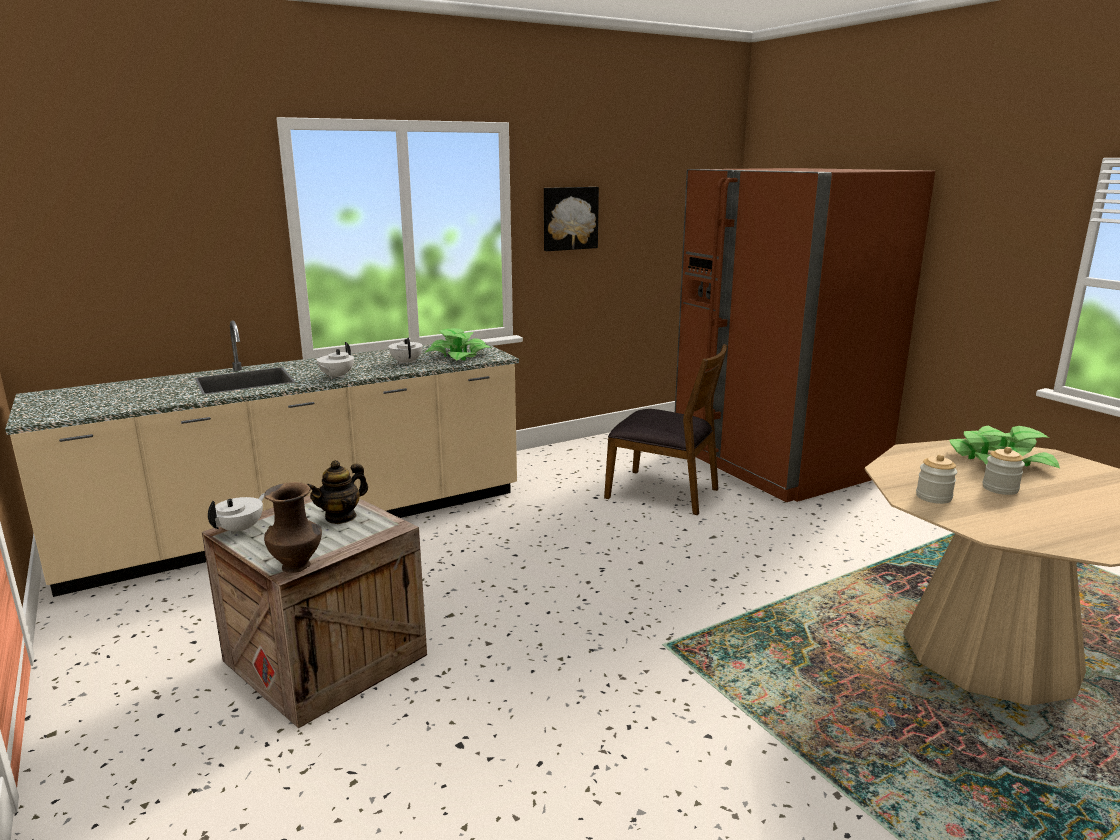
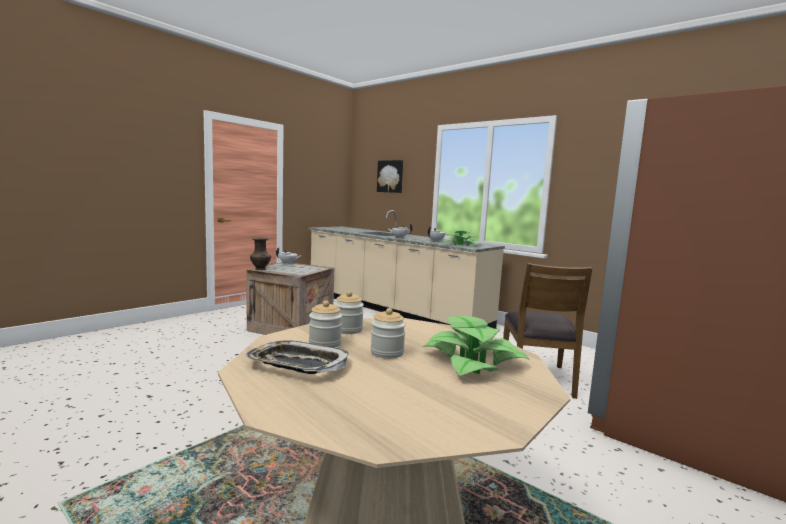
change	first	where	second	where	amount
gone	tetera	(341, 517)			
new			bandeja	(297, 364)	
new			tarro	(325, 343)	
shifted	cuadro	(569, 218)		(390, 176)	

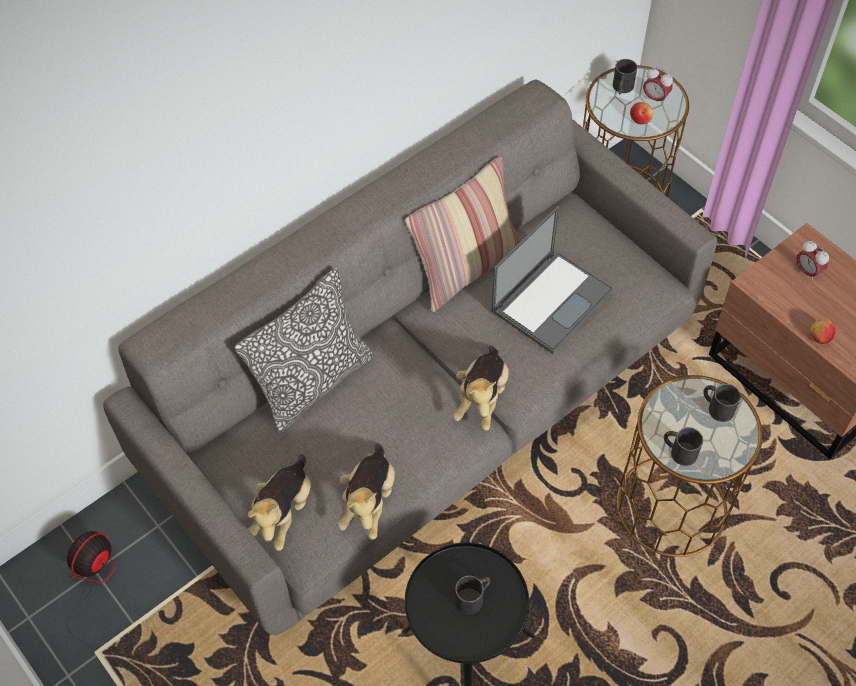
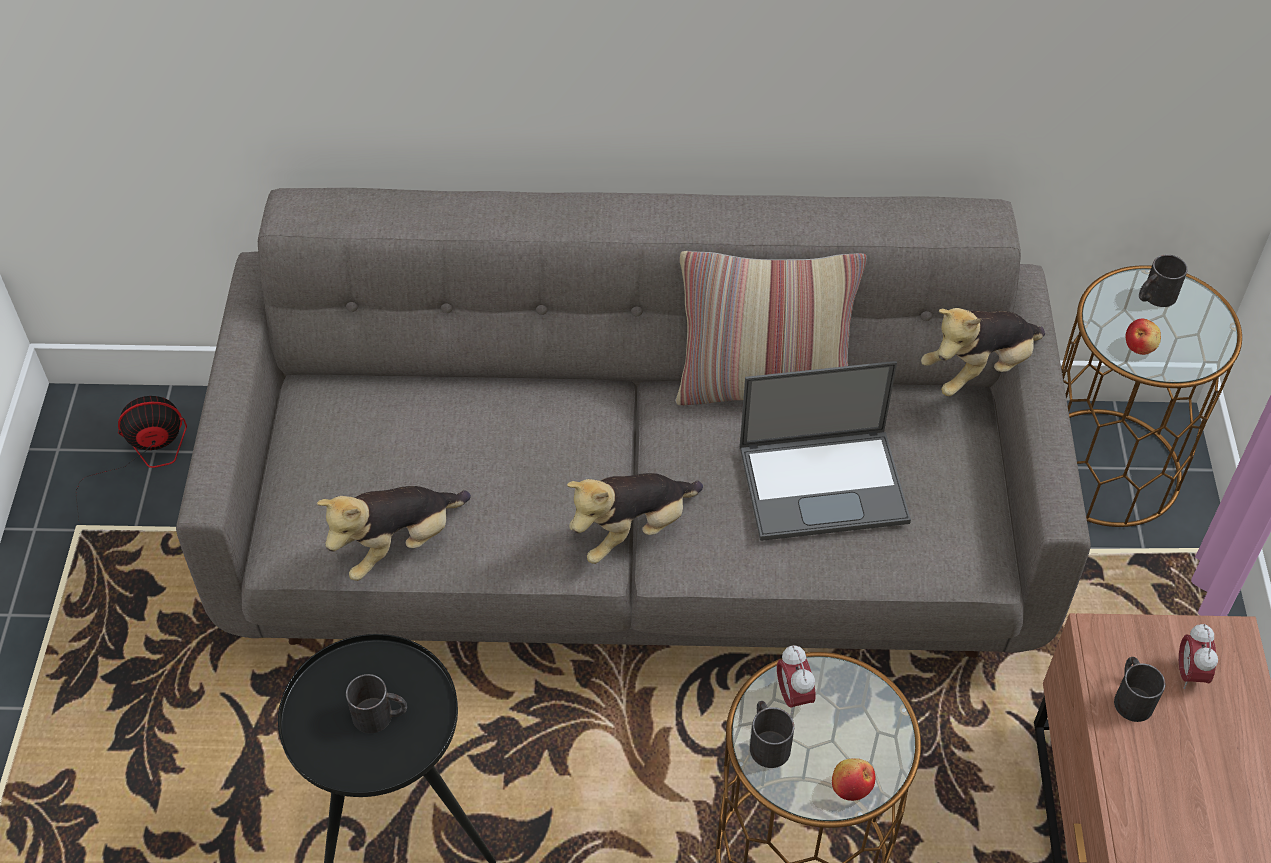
change	first	where	second	where	amount
gone	cojín	(313, 384)			
shifted	peluche	(283, 512)		(978, 370)	
shifted	despertador	(655, 98)		(793, 696)	
shifted	taza grande [negro]	(716, 407)		(1131, 696)	
shifted	manzana	(820, 336)		(851, 786)	

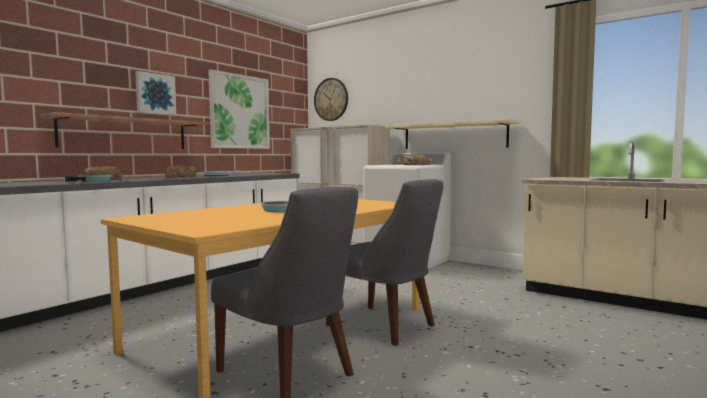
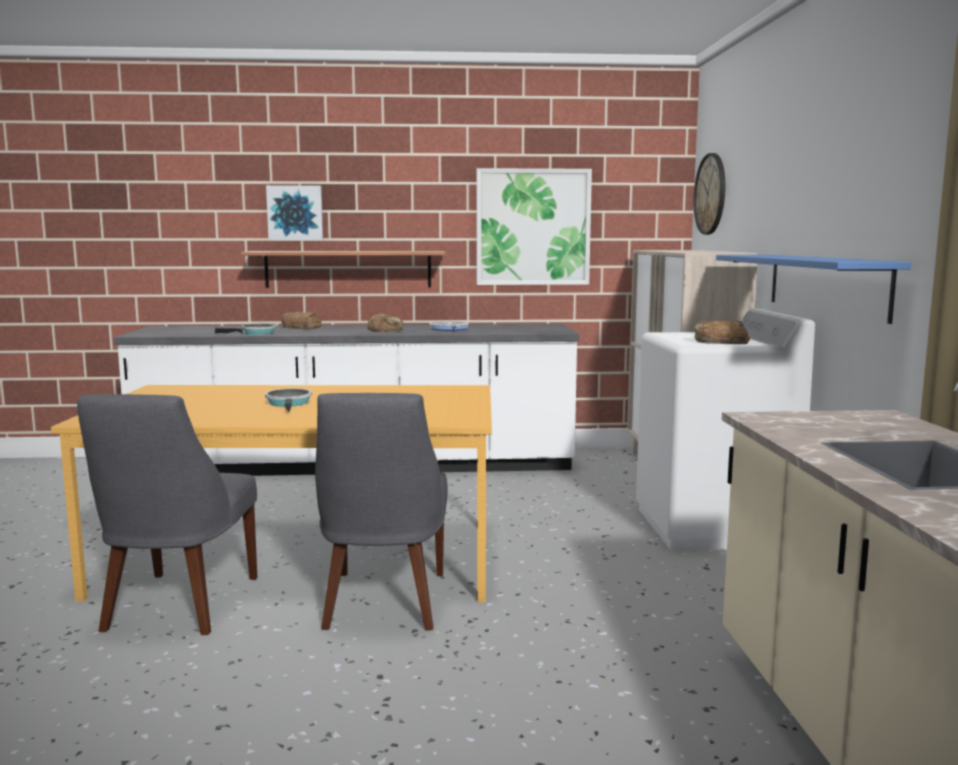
change	first	where	second	where	amount
shifted	cuadro	(155, 94)		(295, 213)	
repainted	estante [beis]	(454, 136)	estante [azul]	(825, 284)	

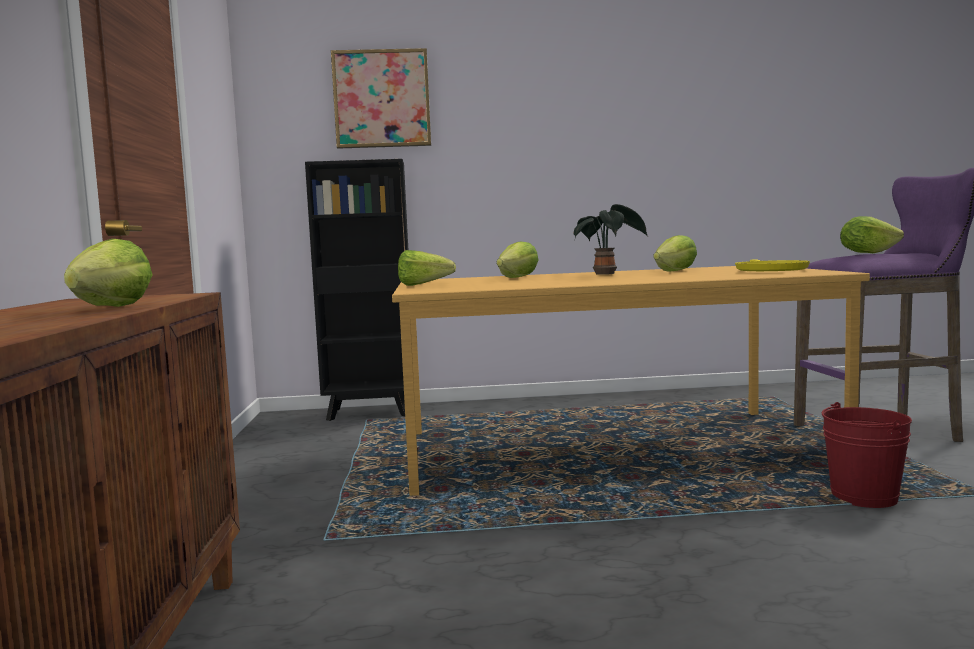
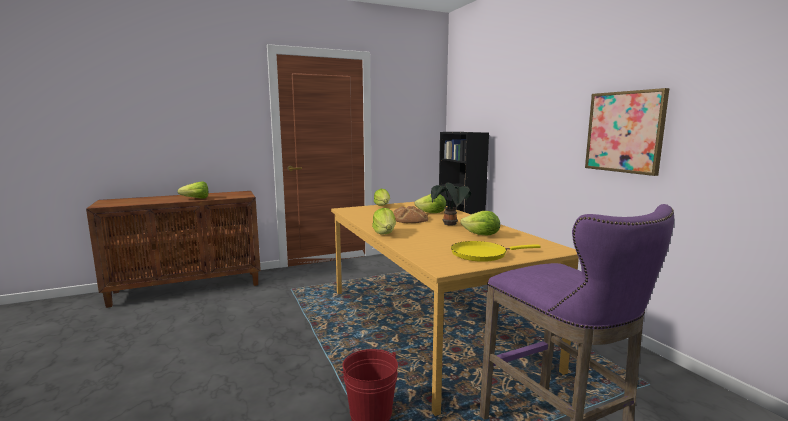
change	first	where	second	where	amount
new			pan	(409, 219)	
shifted	cuadro	(381, 99)		(624, 132)	
shifted	lechuga	(867, 253)		(385, 233)	

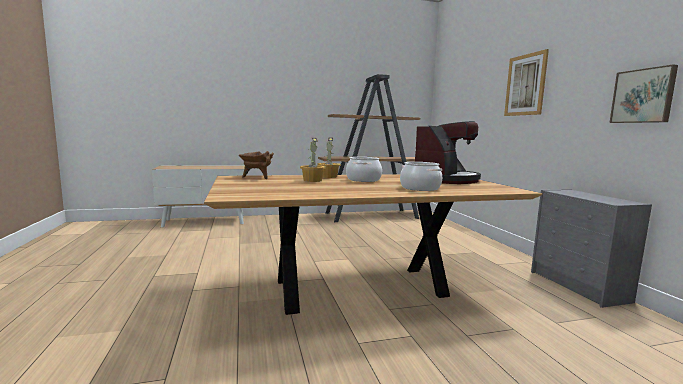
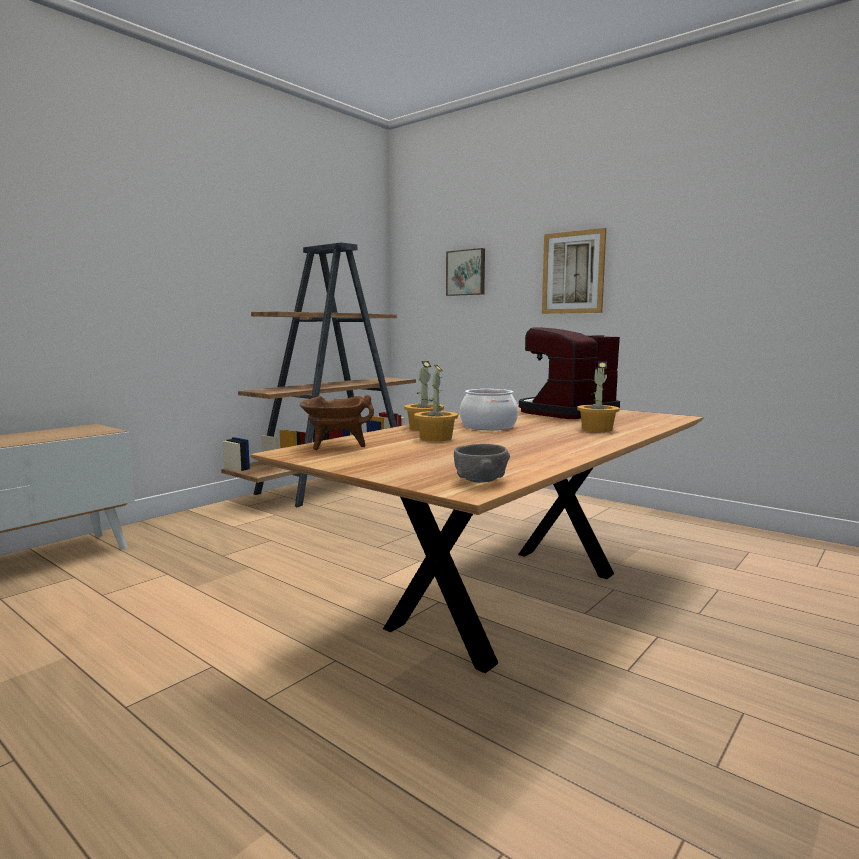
change	first	where	second	where	amount
gone	cómoda [gris]	(579, 286)			
new			cuenco [gris]	(480, 481)	
shifted	cuadro	(643, 96)		(466, 272)	
swapped	olla	(420, 188)	planta en maceta	(597, 429)	
rotated	cafetera	(446, 180)		(565, 412)	135 degrees counterclockwise

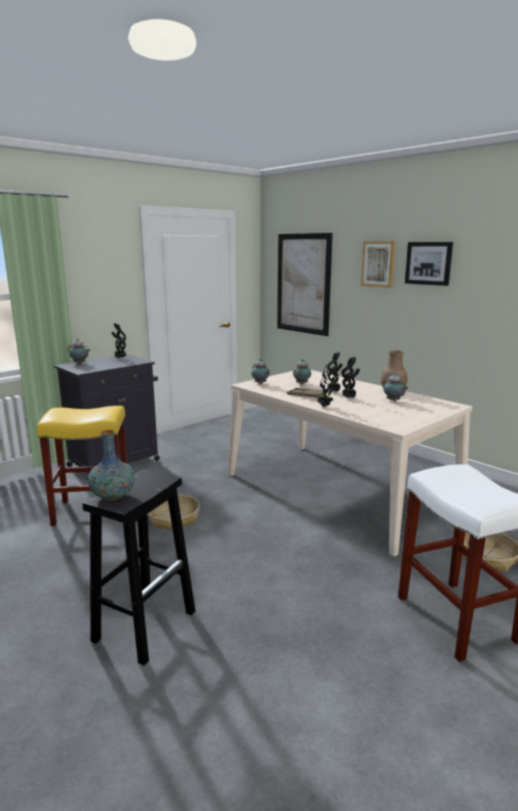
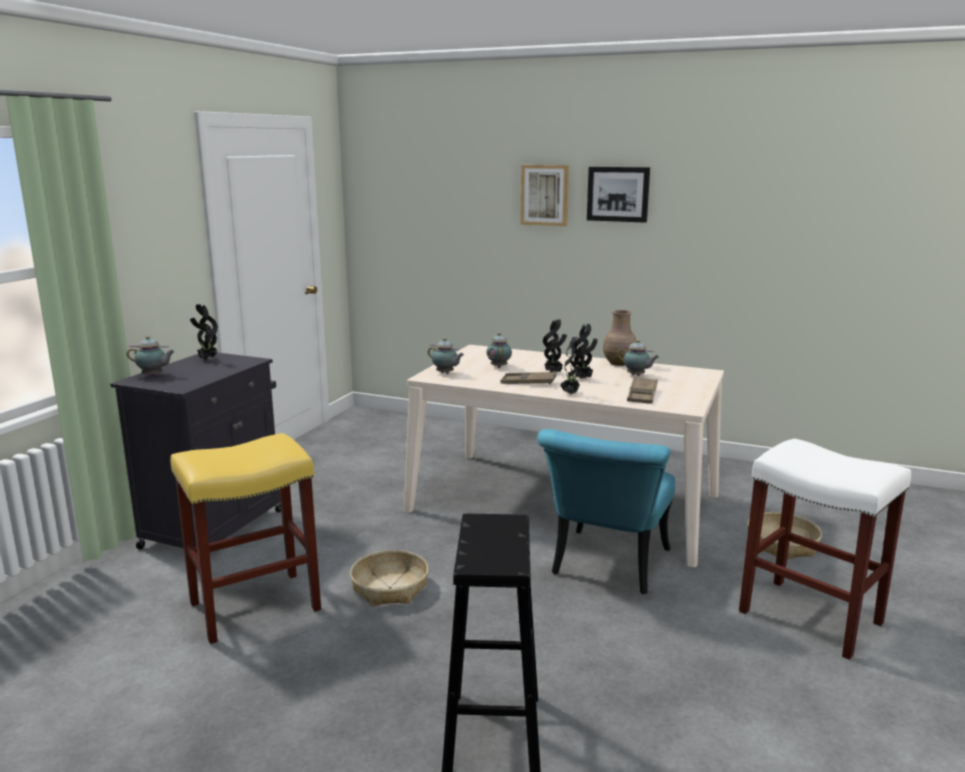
change	first	where	second	where	amount
gone	florero	(113, 496)			
gone	cuadro	(303, 283)			
new			silla [turquesa]	(607, 568)	
new			bandeja [marrón]	(642, 395)	

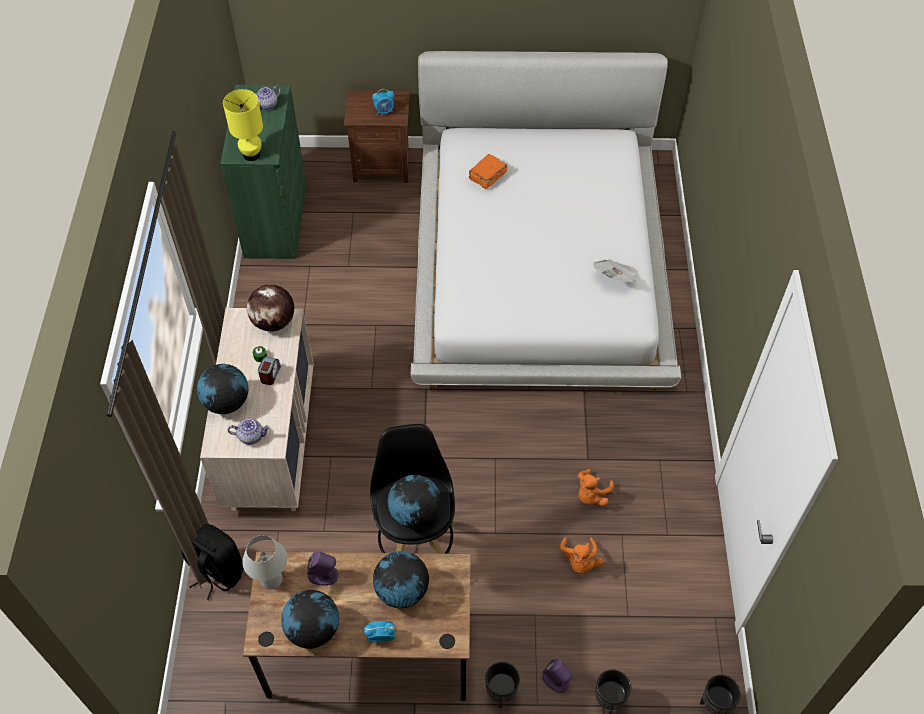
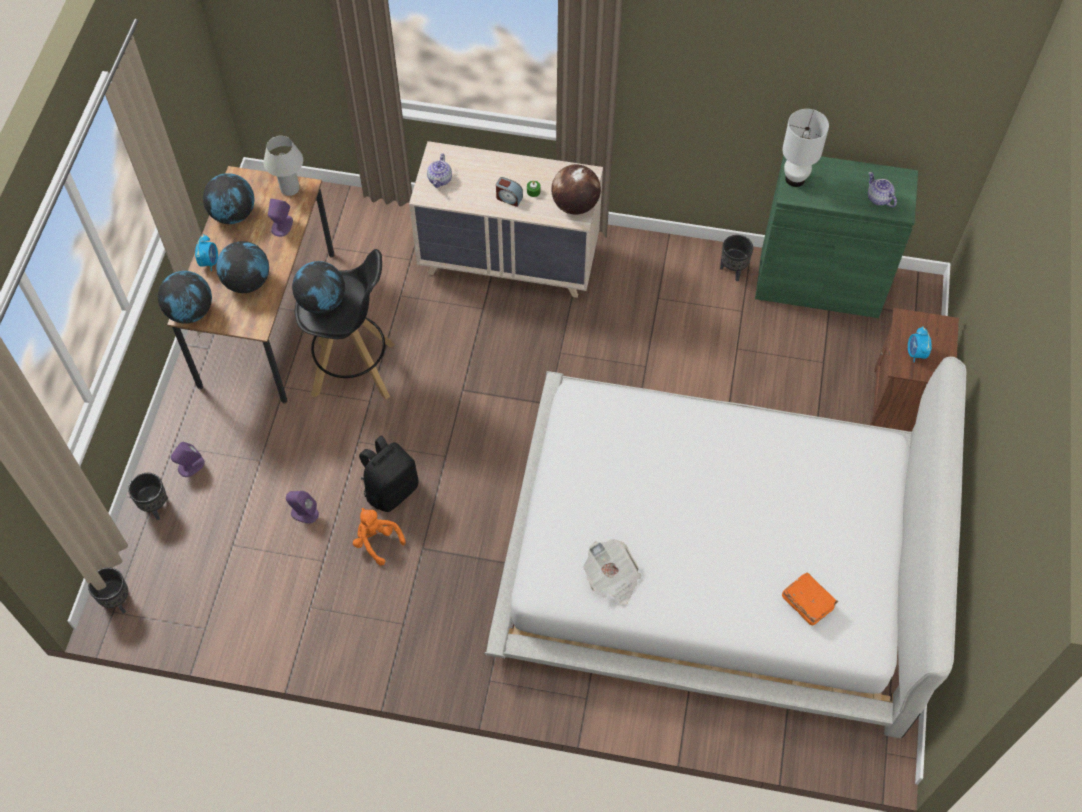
change	first	where	second	where	amount
shifted	mochila [negro]	(217, 572)		(391, 489)	
shifted	globo terráqueo	(227, 402)		(190, 311)	
shifted	libro [naranja]	(487, 176)		(807, 602)	
shifted	maceta [negro]	(501, 694)		(732, 270)	
swapped	peluche [naranja]	(580, 561)	altavoz [morado]	(304, 513)	
repainted	lámpara de mesa [amarillo]	(252, 155)	lámpara de mesa [blanco]	(795, 179)	

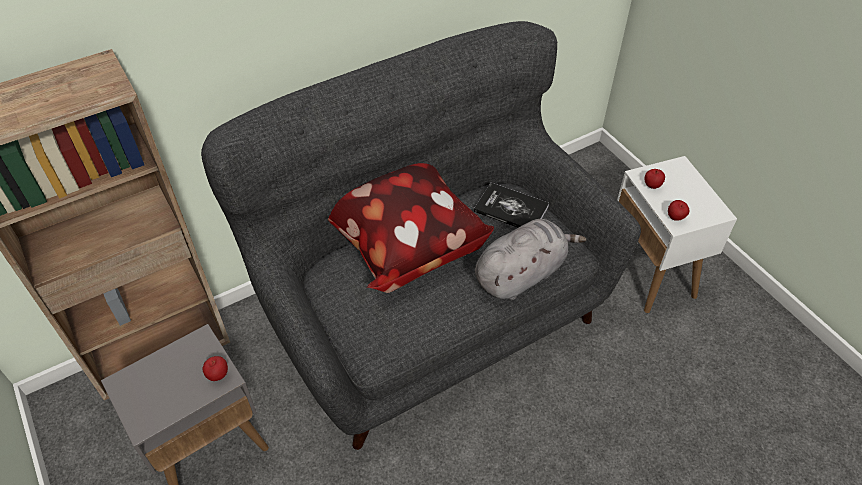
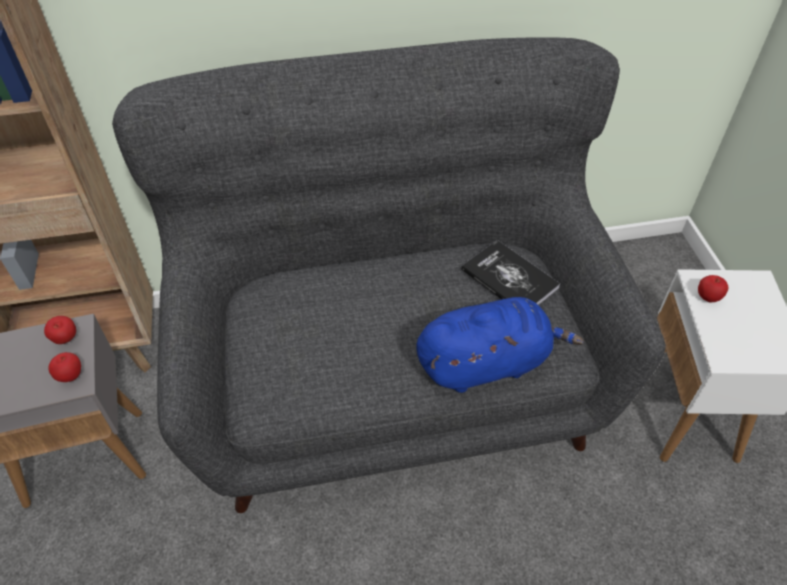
change	first	where	second	where	amount
gone	cojín	(403, 246)			
shifted	manzana	(675, 218)		(66, 340)	
repainted	peluche [gris]	(521, 274)	peluche [azul]	(487, 363)	

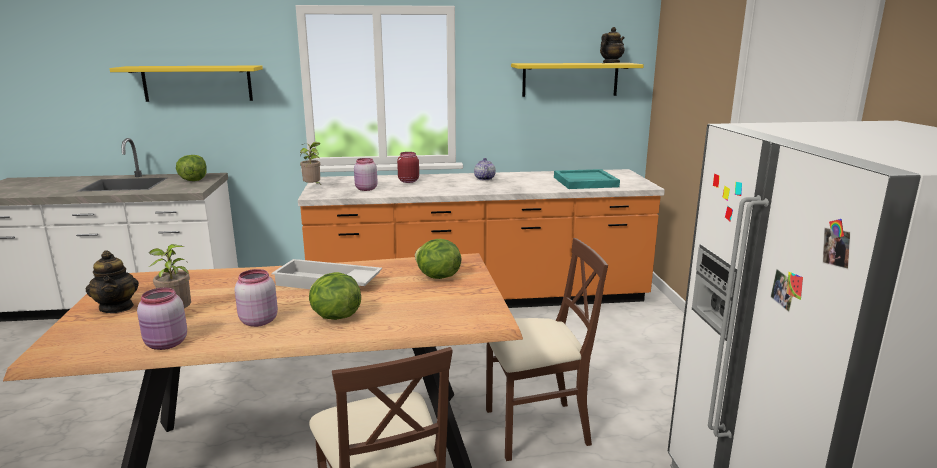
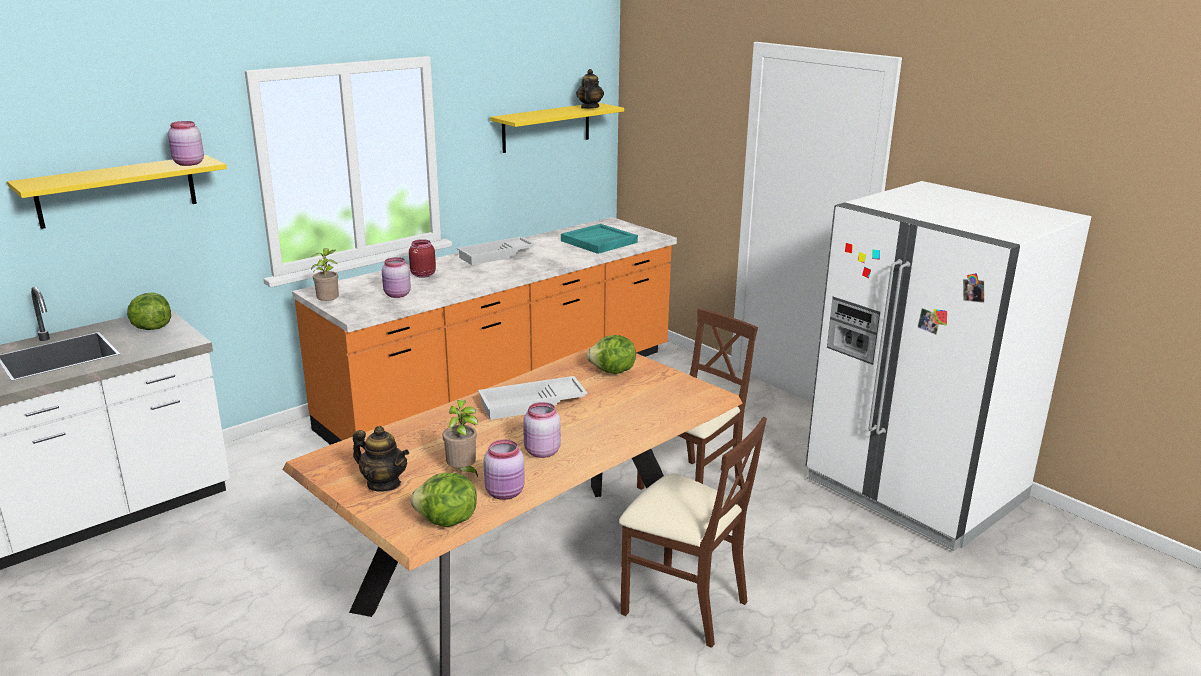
change	first	where	second	where	amount
new			tarro [rosa]	(188, 164)	
shifted	lechuga	(334, 317)		(447, 522)	
swapped	tetera	(484, 178)	bandeja [blanco]	(496, 256)	

